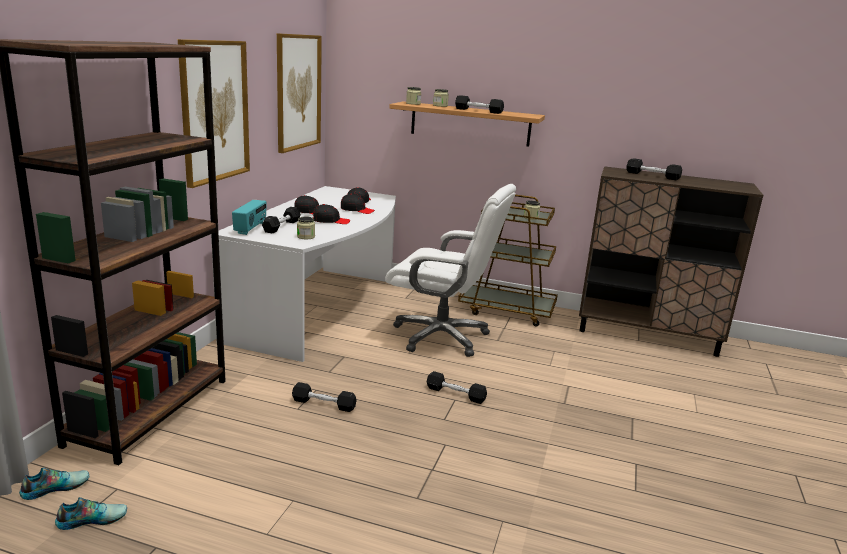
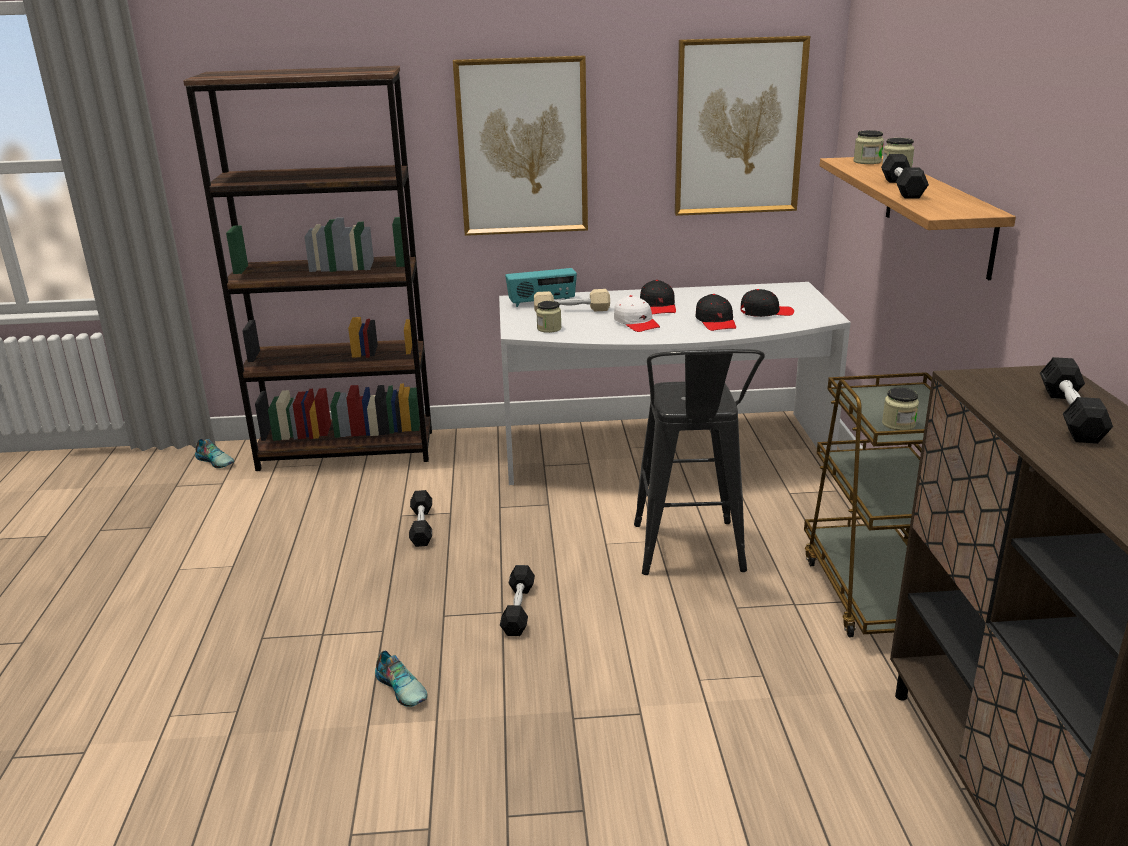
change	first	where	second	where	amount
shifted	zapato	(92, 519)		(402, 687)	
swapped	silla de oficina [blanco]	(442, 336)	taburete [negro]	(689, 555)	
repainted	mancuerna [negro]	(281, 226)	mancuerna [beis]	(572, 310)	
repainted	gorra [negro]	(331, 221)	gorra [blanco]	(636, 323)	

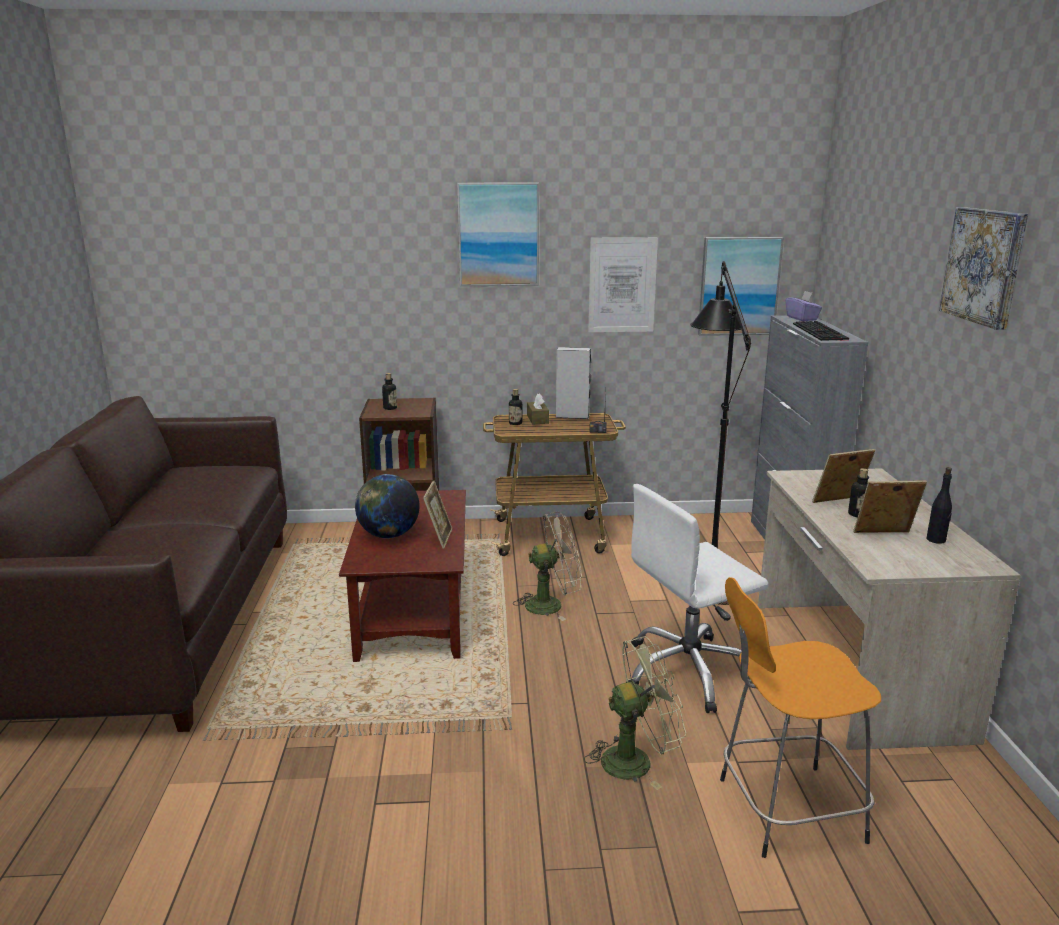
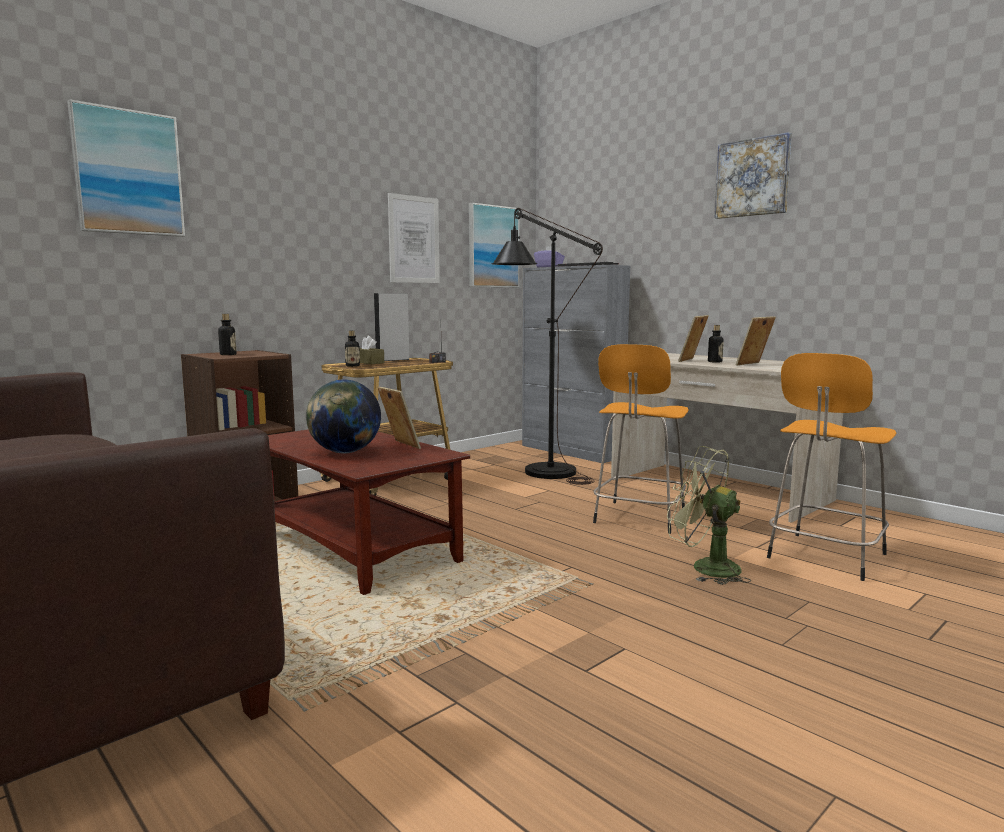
change	first	where	second	where	amount
gone	ventilador [beis]	(551, 604)			
gone	botella [negro]	(936, 540)			
shifted	cuadro	(498, 234)		(128, 173)	
swapped	silla de oficina [blanco]	(688, 672)	taburete [naranja]	(639, 518)	
rotated	ventilador [verde]	(636, 760)		(705, 567)	90 degrees counterclockwise

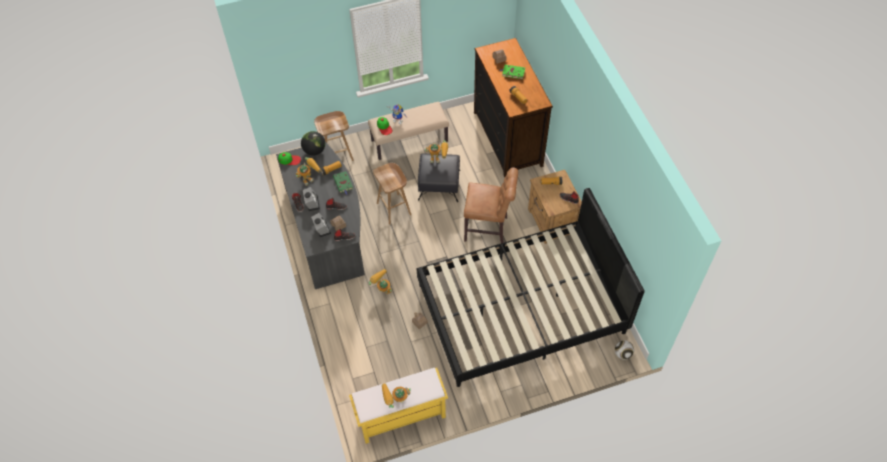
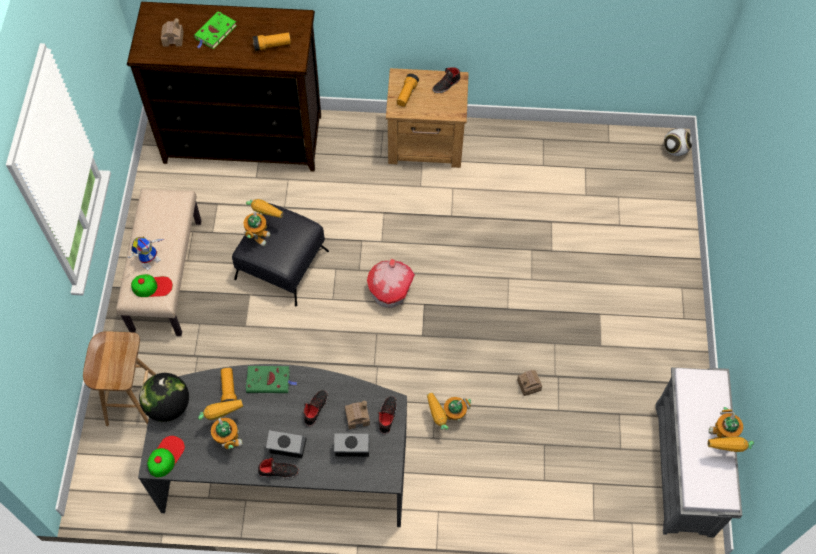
change	first	where	second	where	amount
gone	taburete [marrón]	(394, 209)			
gone	cama [negro]	(521, 309)			
gone	silla [marrón]	(488, 229)			
new			casita	(390, 291)	
repainted	banco [amarillo]	(400, 417)	banco [gris]	(684, 470)	

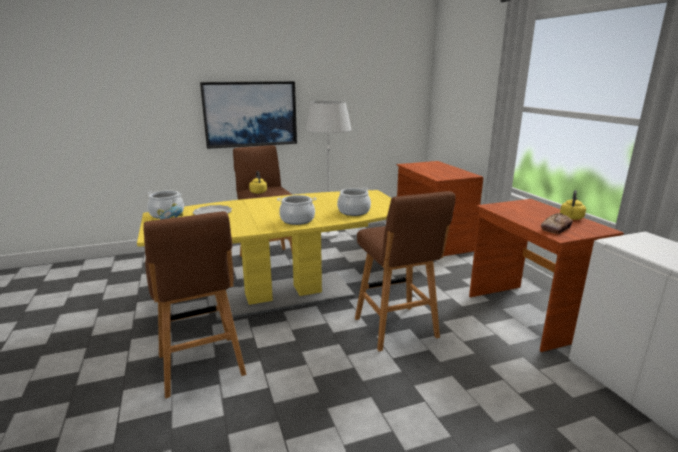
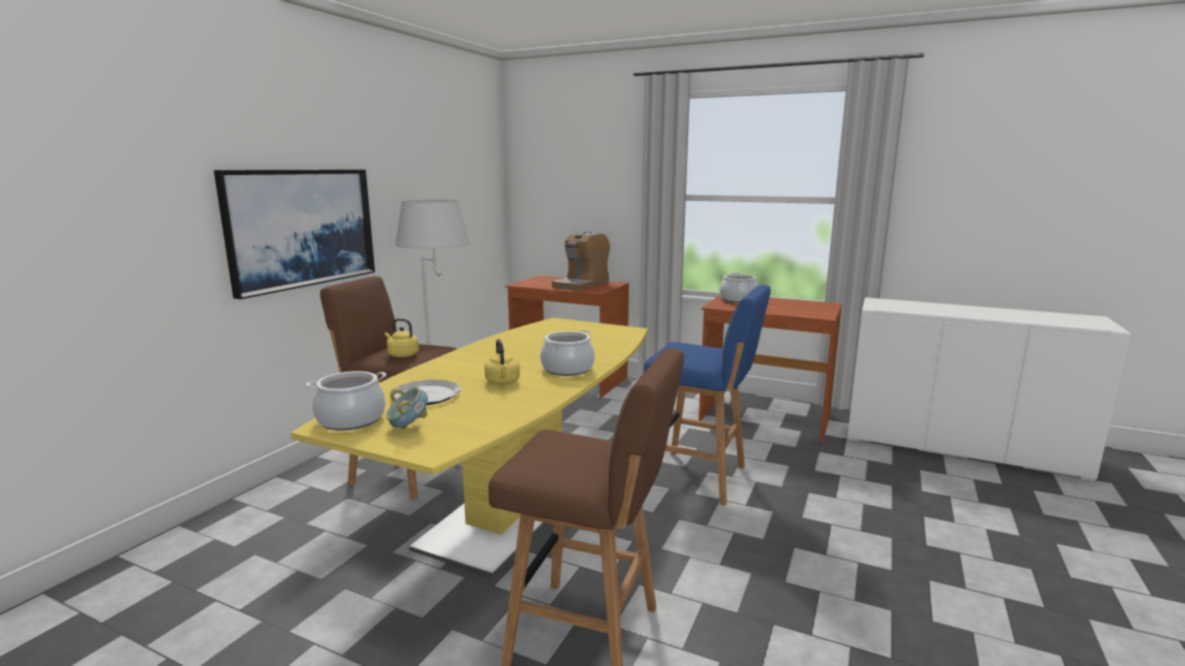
change	first	where	second	where	amount
gone	pan	(556, 228)			
new			cafetera	(582, 284)	
shifted	olla	(353, 212)		(738, 300)	
shifted	hervidor [amarillo]	(571, 218)		(503, 382)	
repainted	taburete [marrón]	(397, 329)	taburete [azul]	(700, 477)	

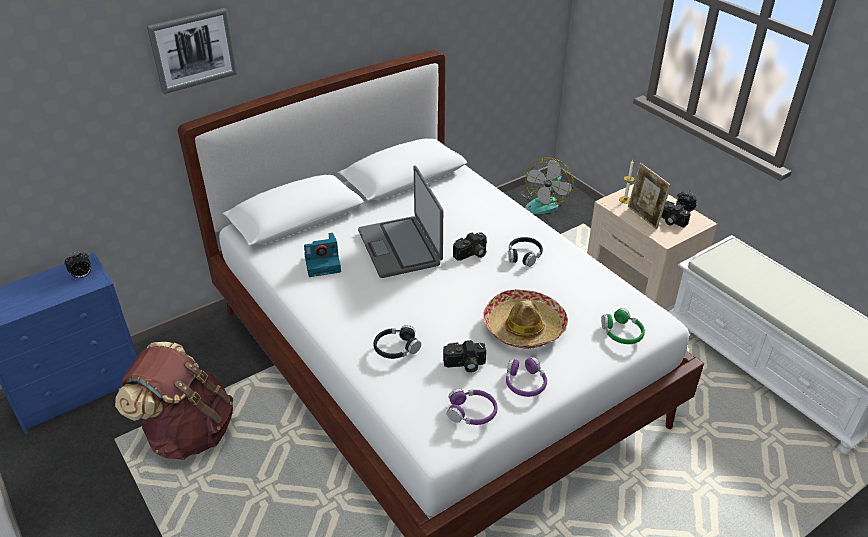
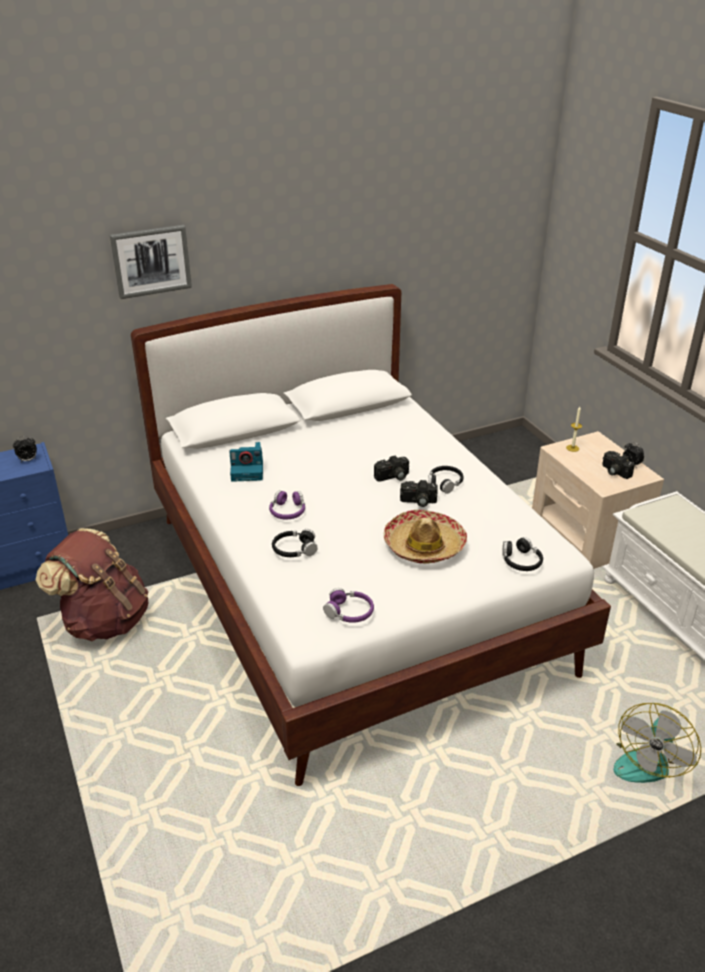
change	first	where	second	where	amount
gone	portátil	(400, 247)			
gone	portarretratos	(644, 217)			
shifted	cámara	(464, 365)		(418, 502)	
shifted	auriculares [morado]	(525, 383)		(287, 511)	
shifted	ventilador	(544, 202)		(646, 759)	
repainted	auriculares [verde]	(622, 333)	auriculares [negro]	(521, 561)	

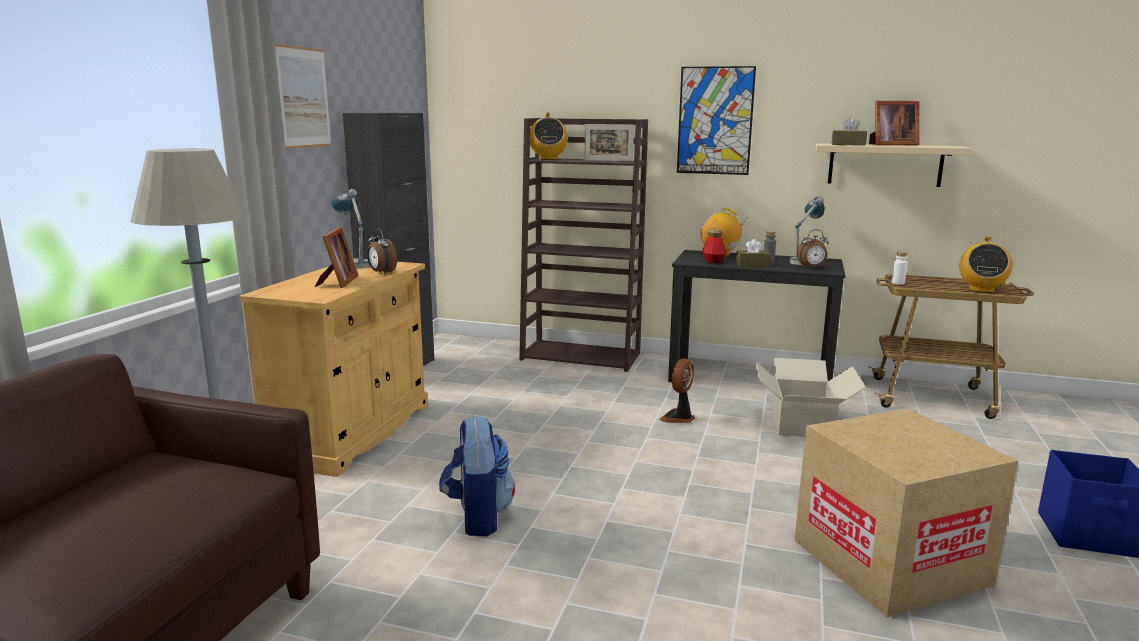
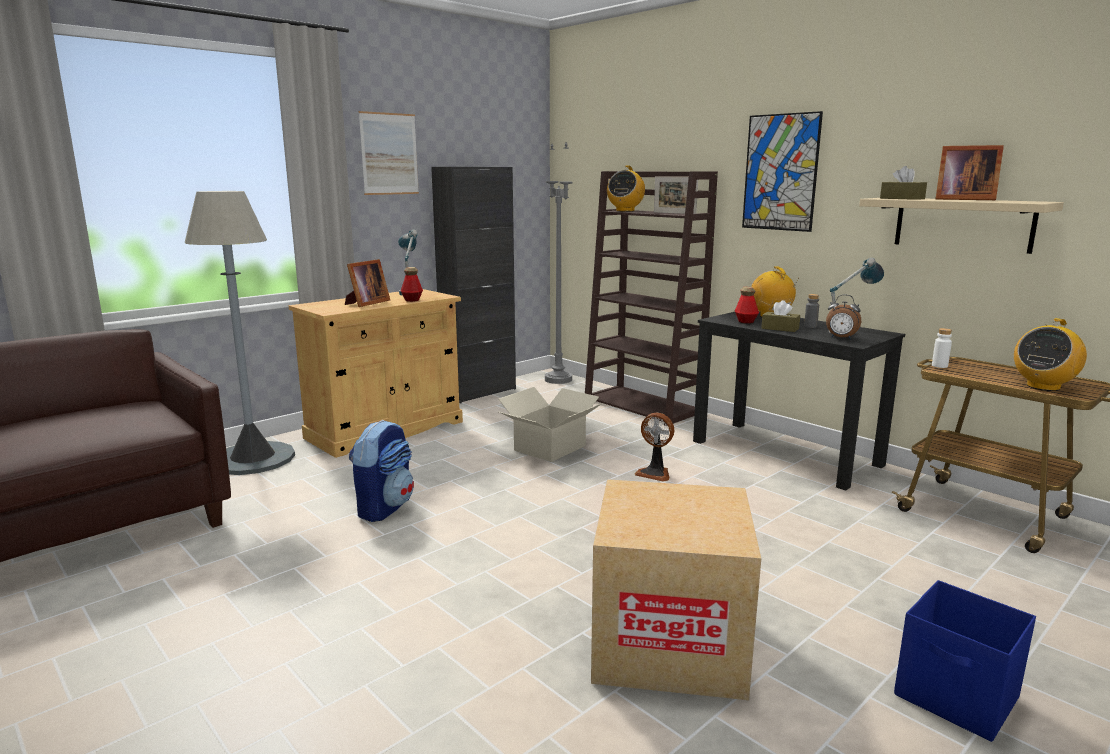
change	first	where	second	where	amount
new			lámpara de pie [gris]	(558, 379)	
shifted	caja de cartón	(803, 424)		(550, 448)	
swapped	despertador	(381, 273)	botella	(412, 300)	
rotated	ventilador	(678, 418)		(655, 473)	120 degrees counterclockwise

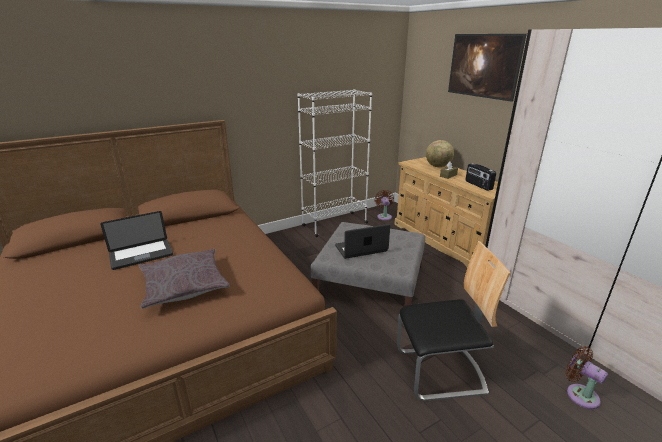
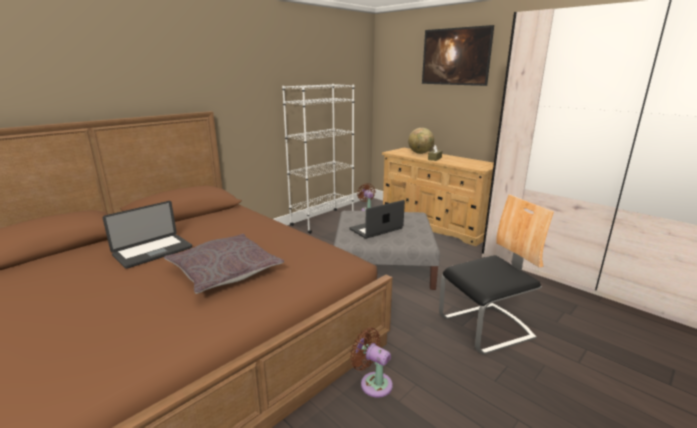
change	first	where	second	where	amount
gone	radio	(478, 185)			
shifted	ventilador [marrón]	(579, 394)		(373, 383)	

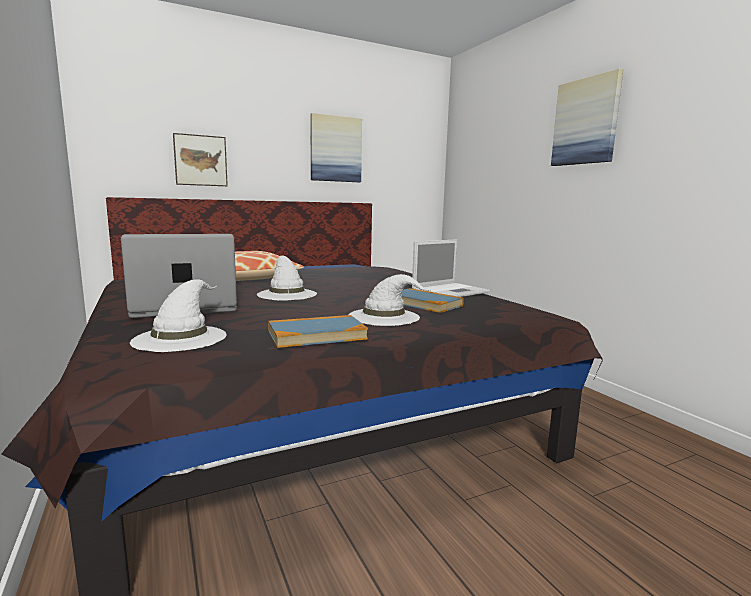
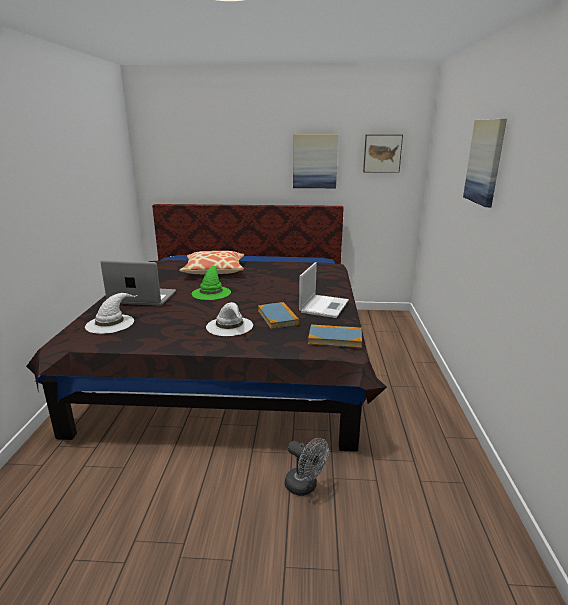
change	first	where	second	where	amount
new			ventilador [gris]	(305, 486)	
shifted	cuadro	(200, 160)		(382, 153)	
shifted	libro	(316, 335)		(335, 338)	
repainted	sombrero [blanco]	(286, 294)	sombrero [verde]	(211, 292)	
rotated	portátil	(451, 291)		(324, 306)	60 degrees counterclockwise

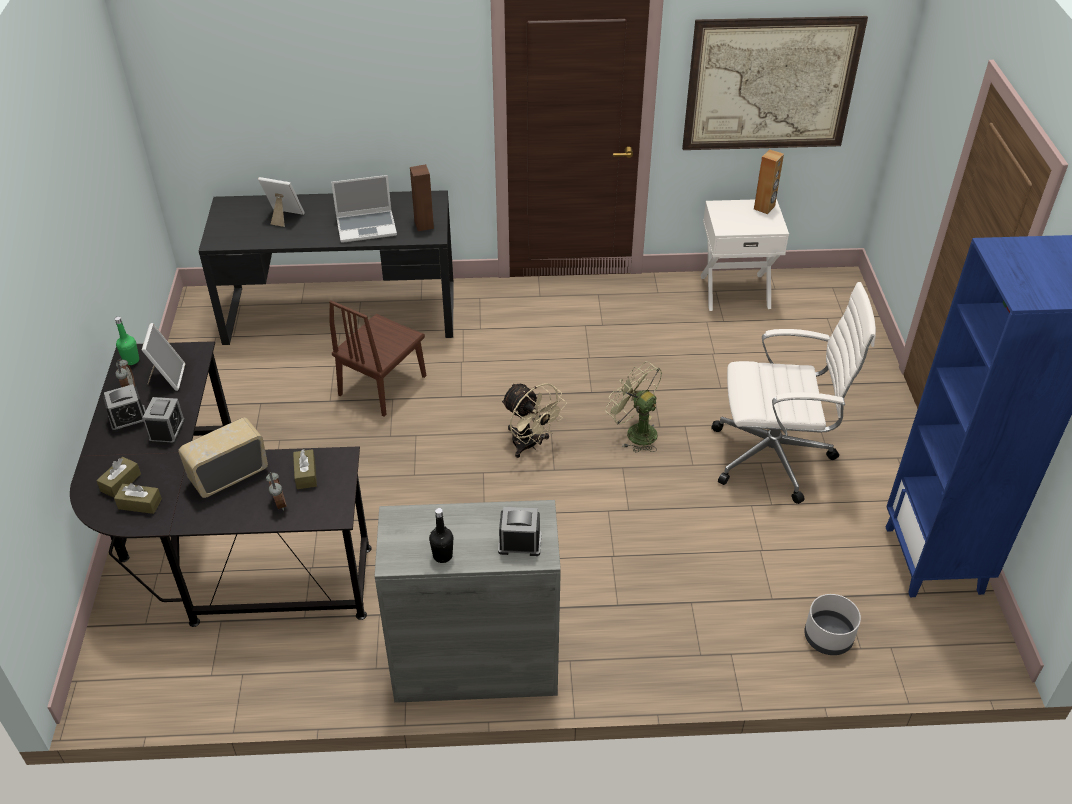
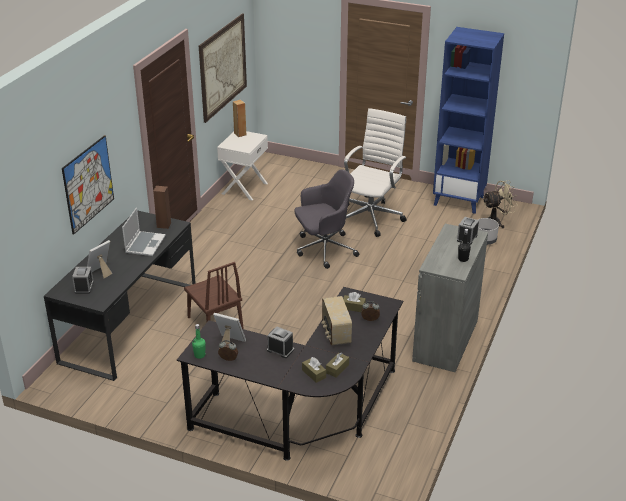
change	first	where	second	where	amount
new			cuadro	(88, 184)	
shifted	despertador	(128, 419)		(84, 287)	
shifted	ventilador [beis]	(530, 445)		(496, 222)	
swapped	ventilador [verde]	(635, 432)	silla de oficina [gris]	(324, 249)	

